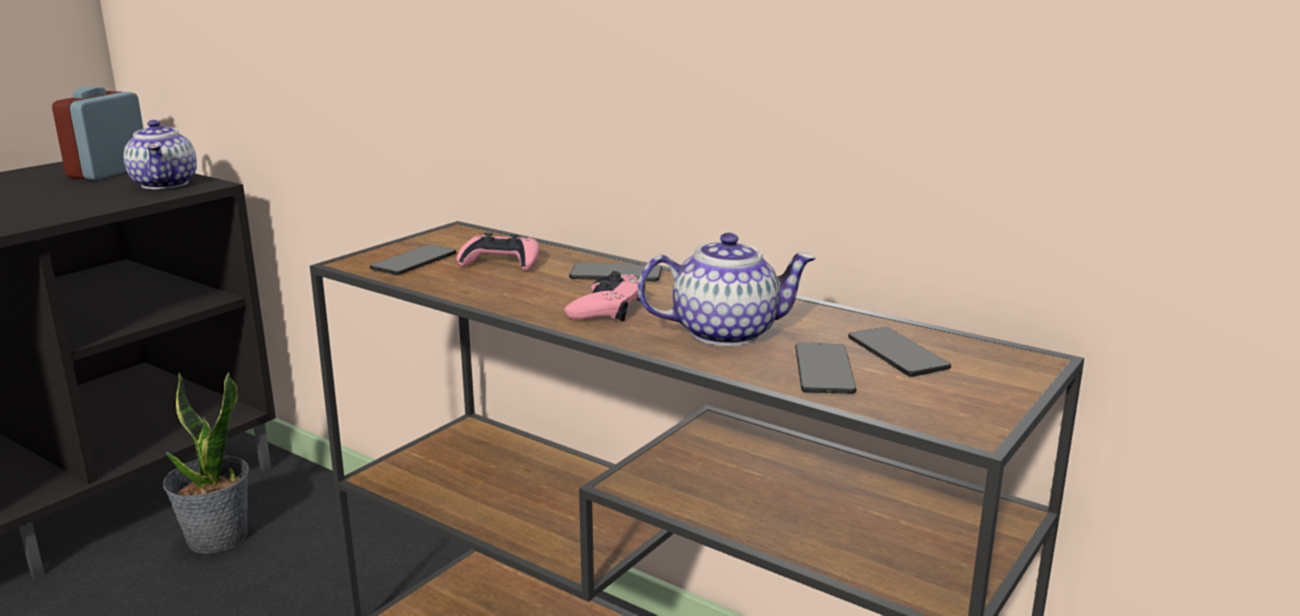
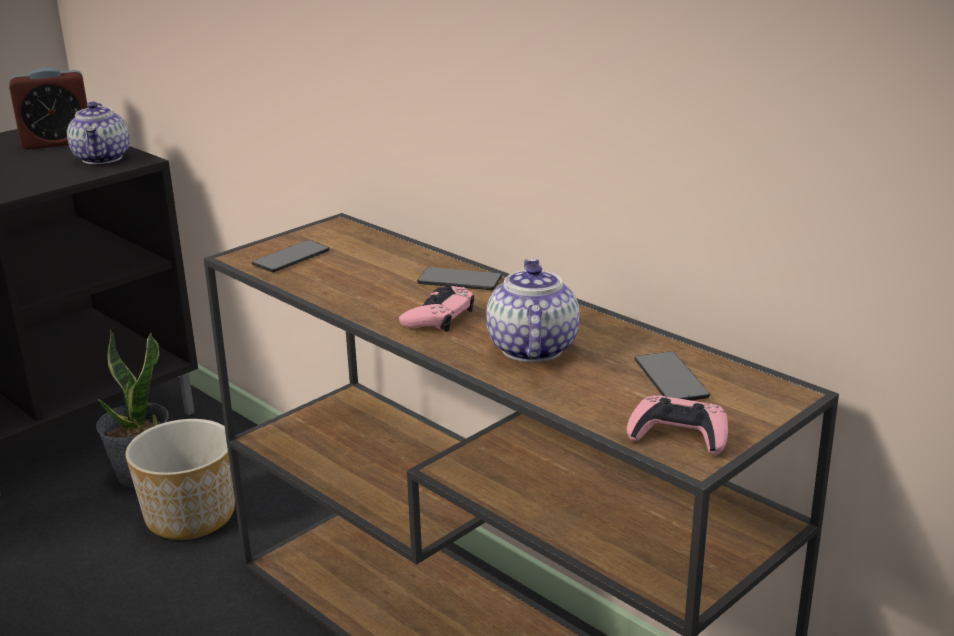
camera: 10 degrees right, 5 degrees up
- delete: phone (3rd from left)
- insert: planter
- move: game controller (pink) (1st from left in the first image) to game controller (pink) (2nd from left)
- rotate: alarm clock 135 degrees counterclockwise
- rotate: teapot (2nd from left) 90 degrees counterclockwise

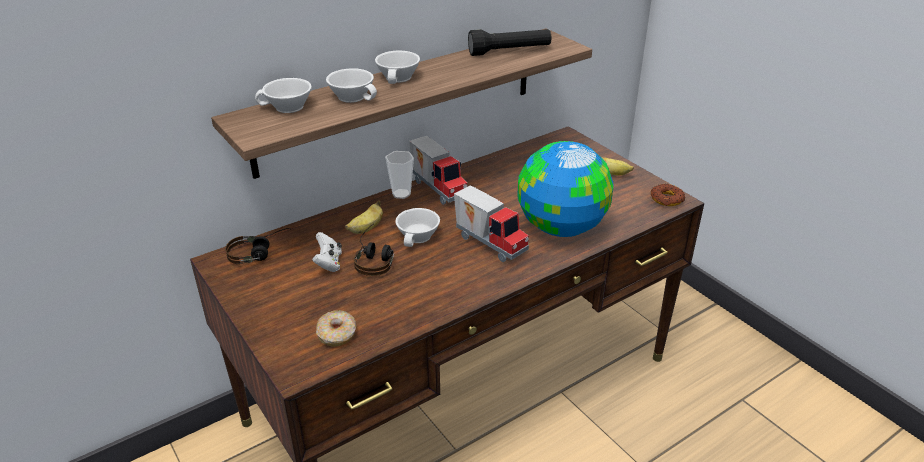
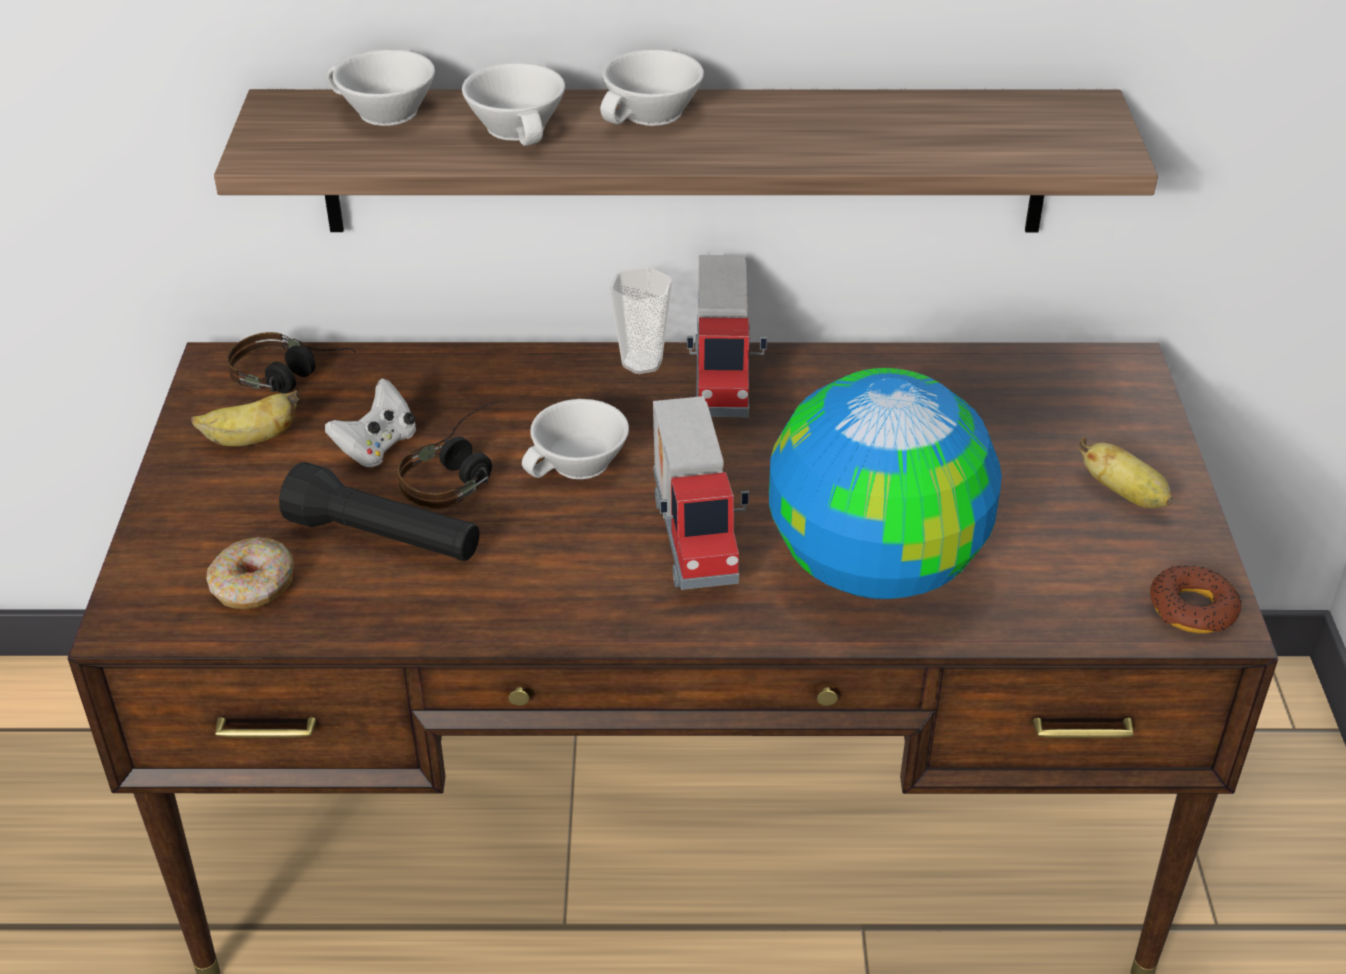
camera: 35 degrees right, 5 degrees up
- move: banana (1st from left)
- move: flashlight (black)

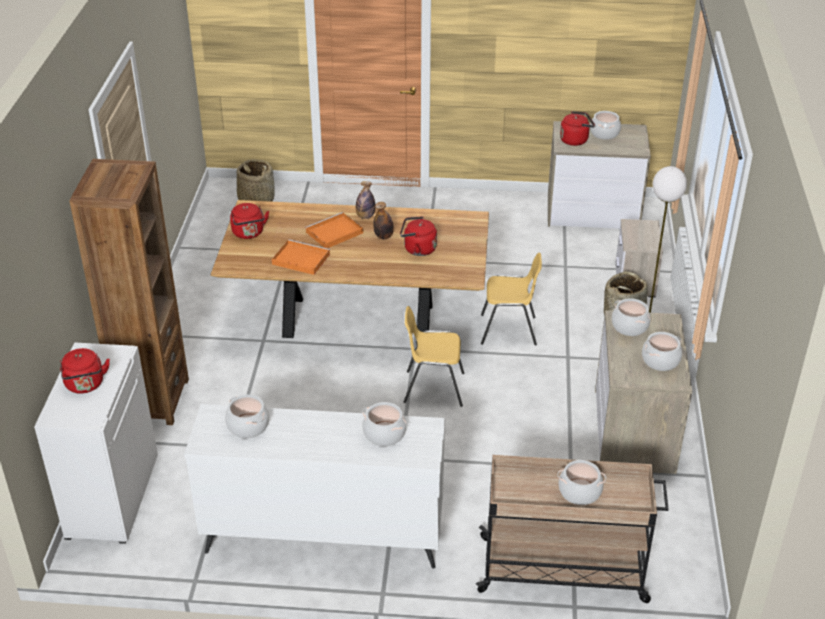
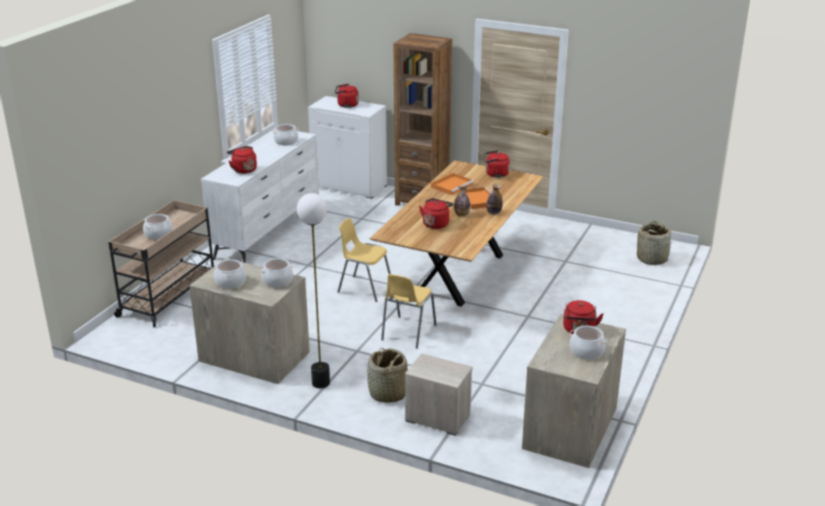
camera: 110 degrees right, 10 degrees down
- replace: cooking pot (2nd from left) to kettle (red) (1st from left)
- rotate: chair (yellow) (1st from left) 90 degrees counterclockwise

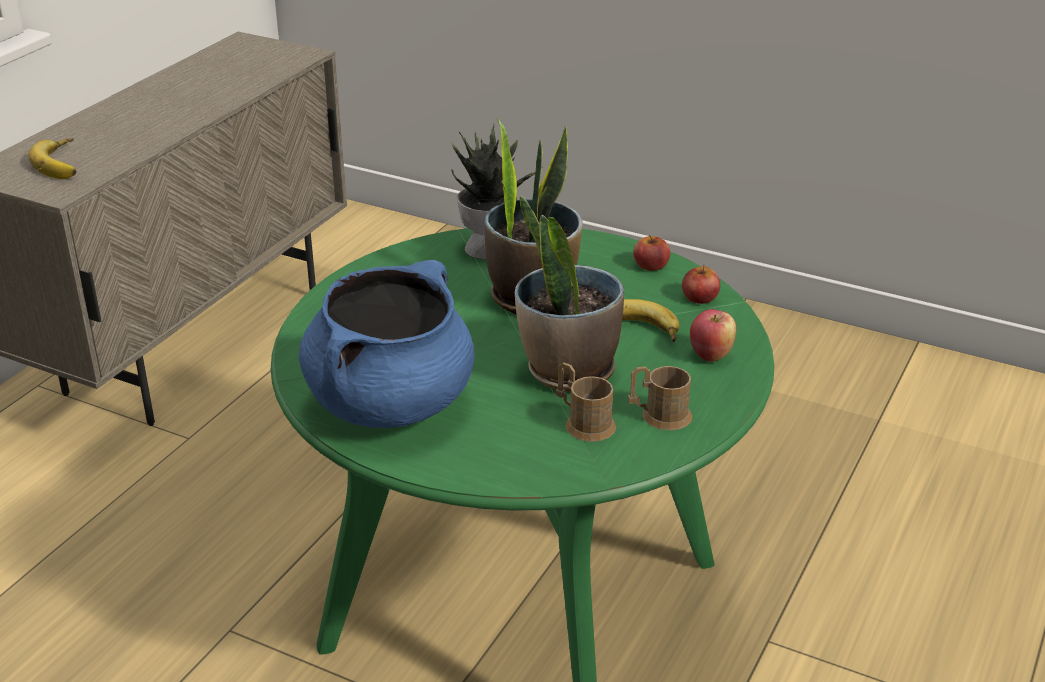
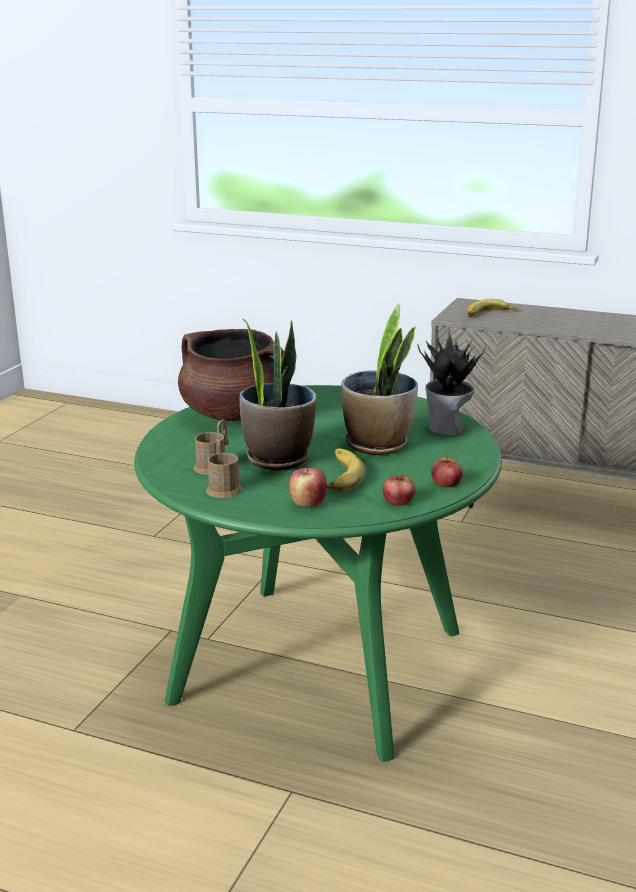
camera: 85 degrees right, 10 degrees down
- recolor: cooking pot (blue) to cooking pot (brown)

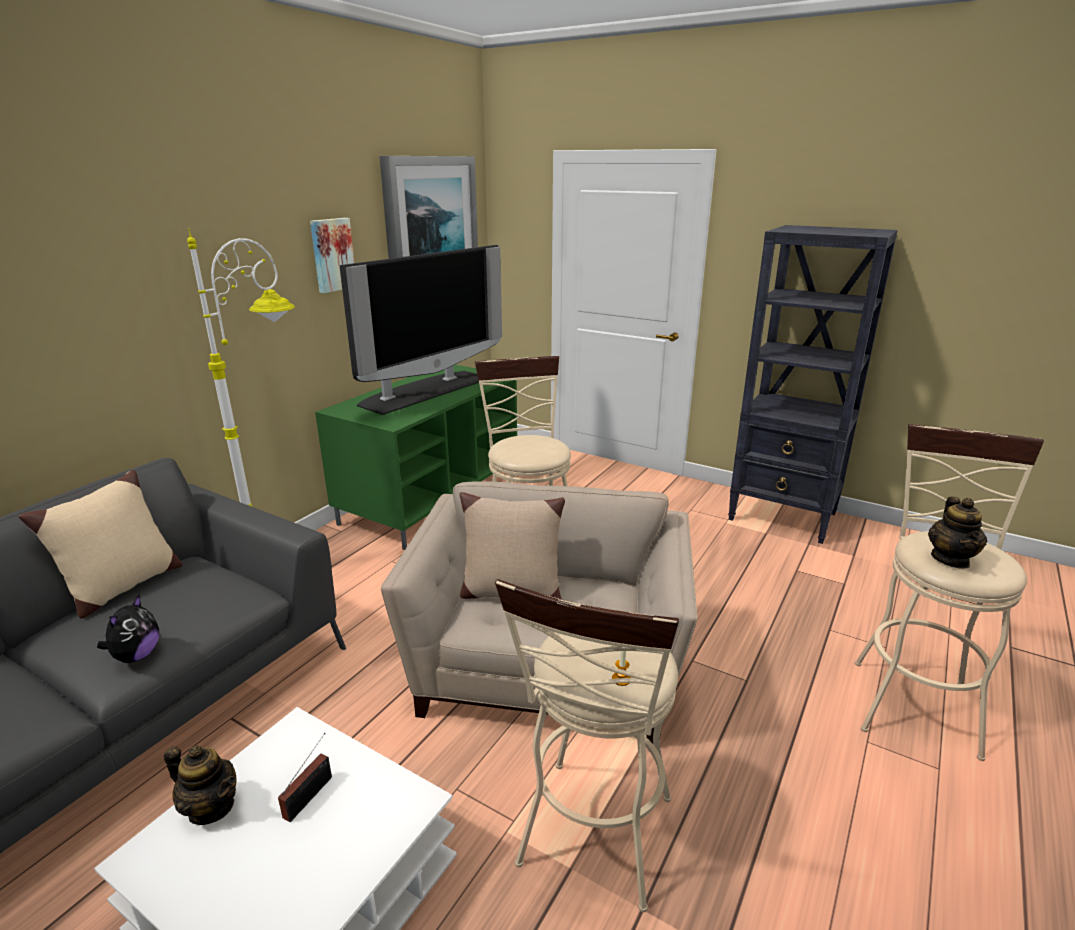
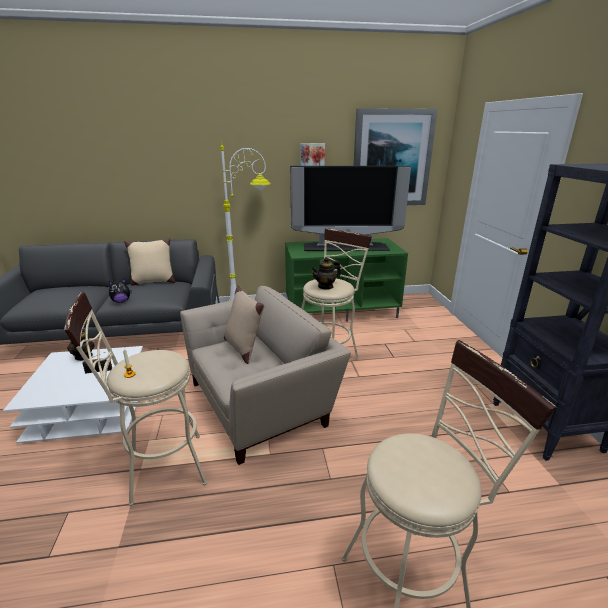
camera: 50 degrees right, 0 degrees up
- move: teapot (2nd from left)

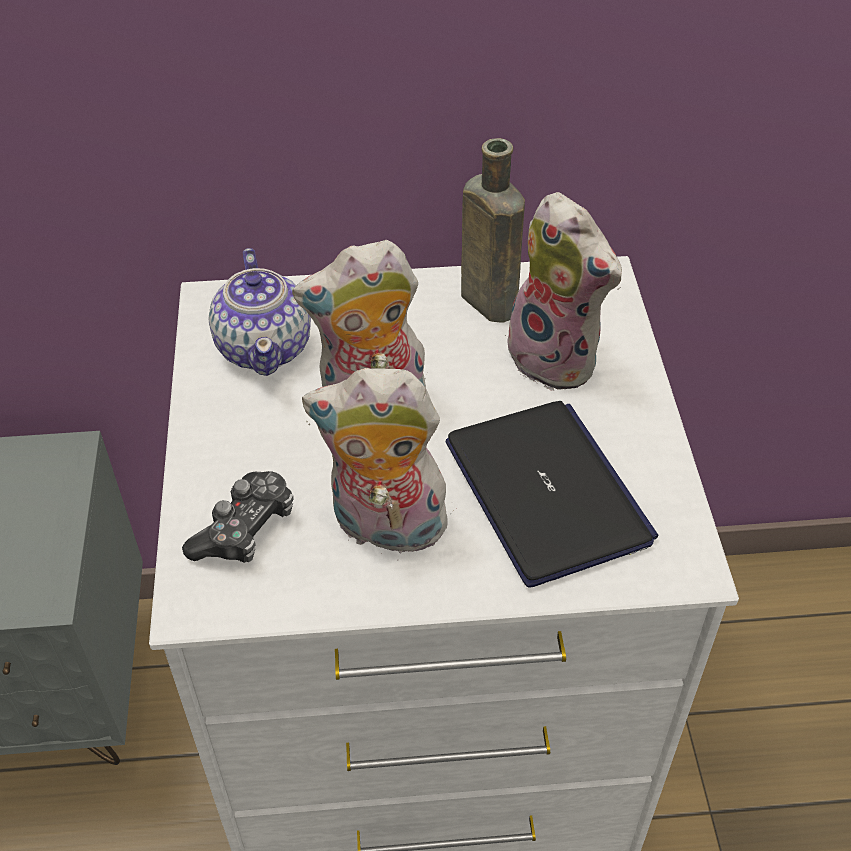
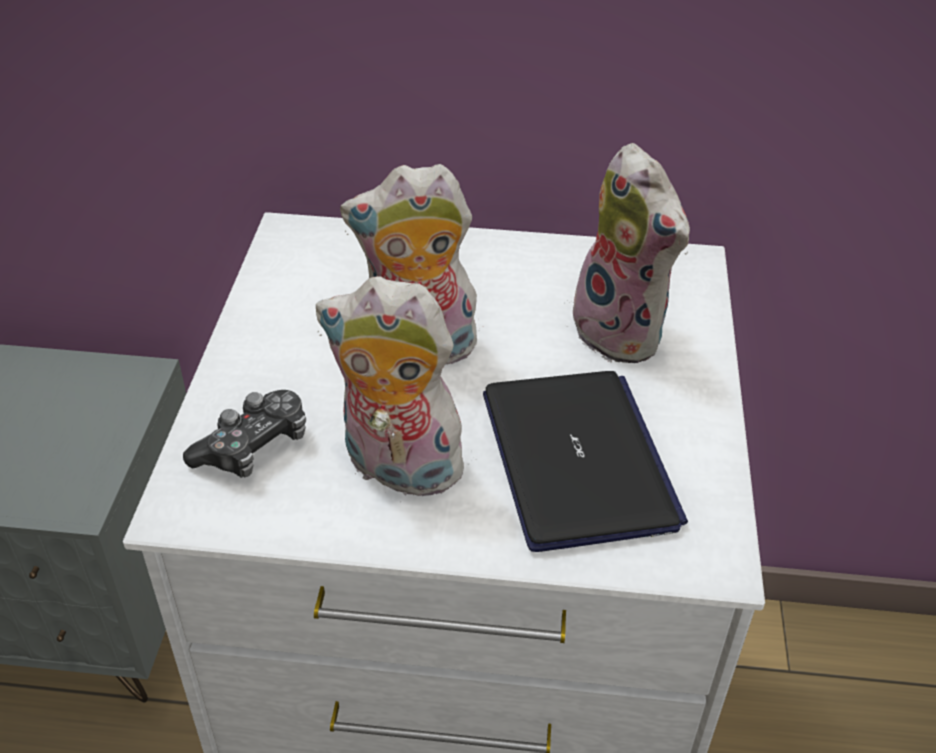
camera: 10 degrees right, 5 degrees down
- delete: teapot
- delete: bottle (brown)

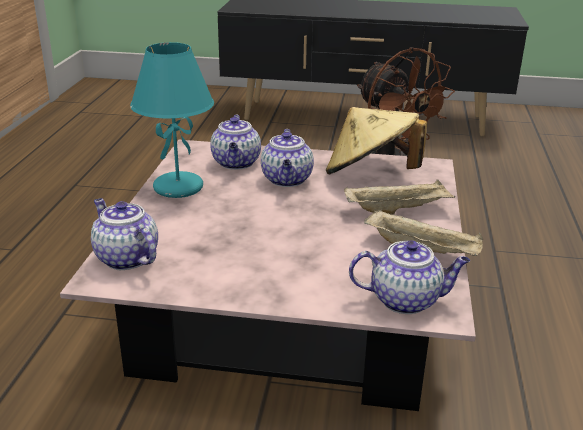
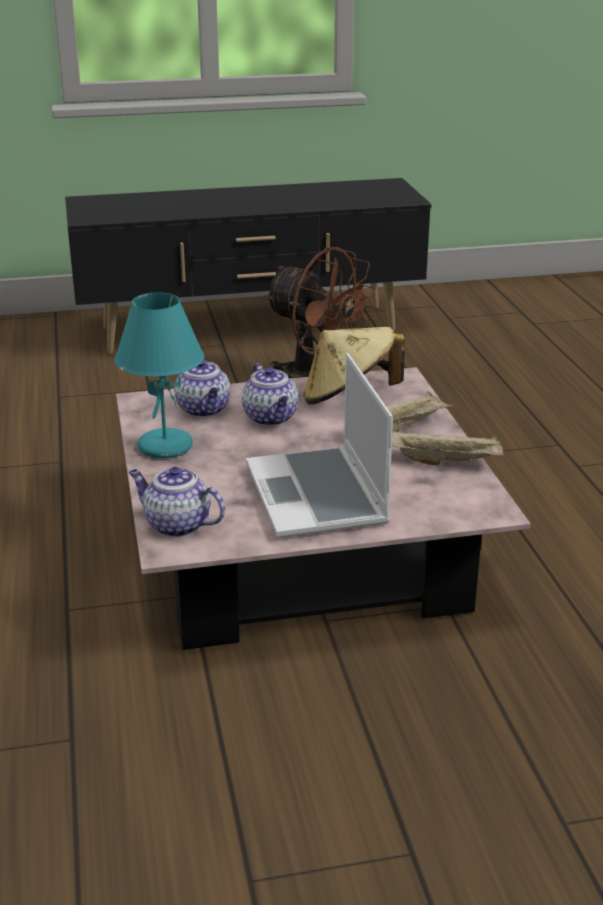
camera: 20 degrees left, 0 degrees up
- delete: teapot (4th from left)
- insert: laptop

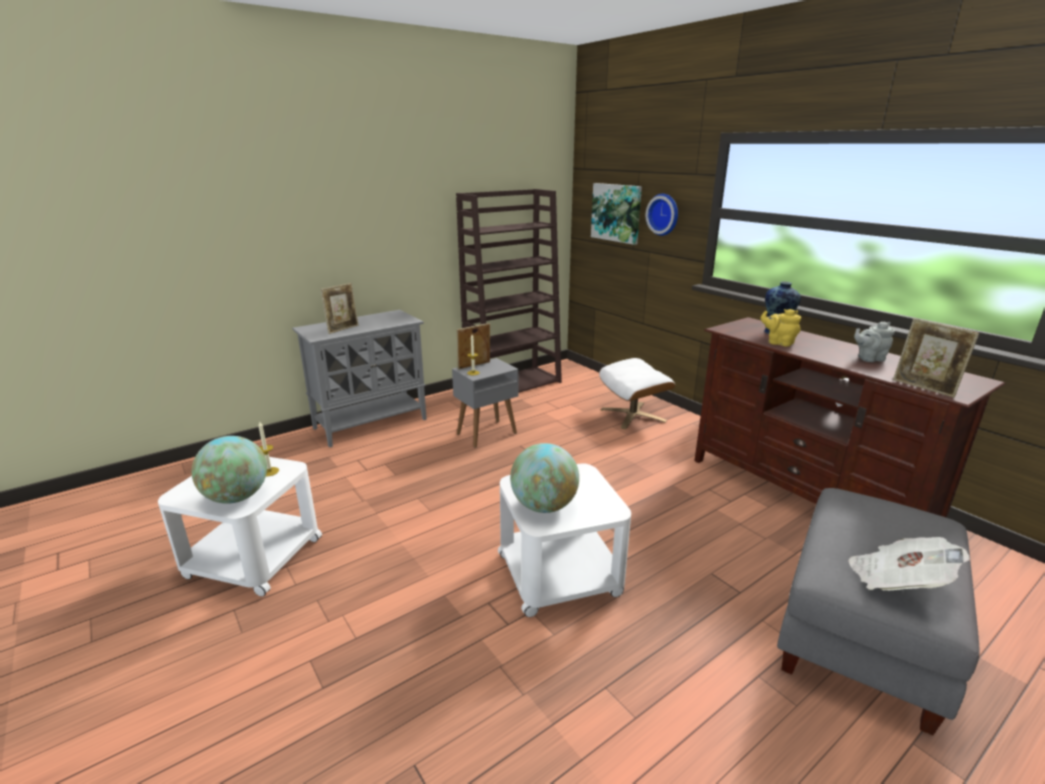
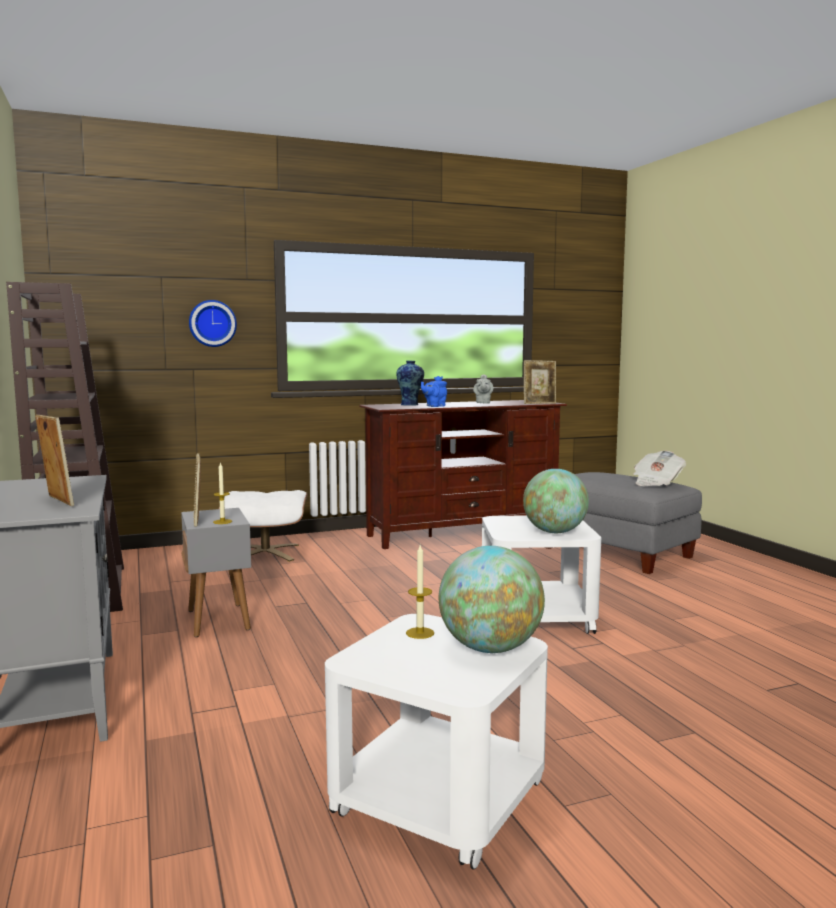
camera: 75 degrees left, 15 degrees down
- delete: picture
- recolor: teapot (yellow) to teapot (blue)

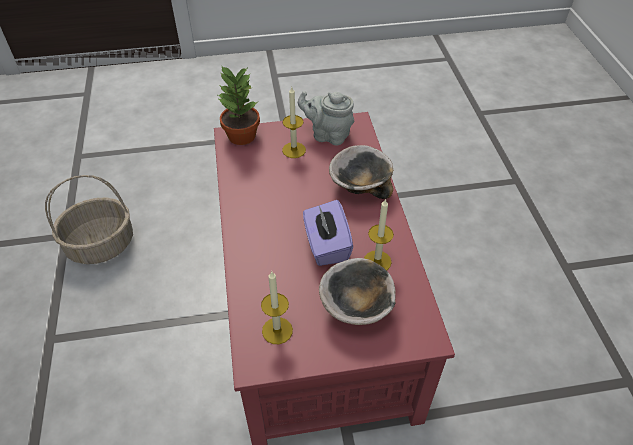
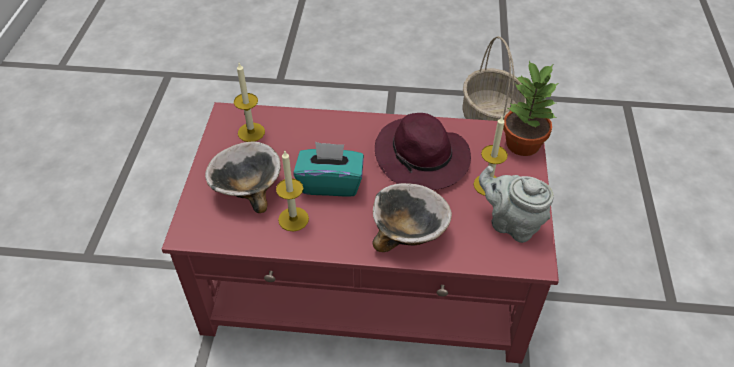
camera: 105 degrees right, 0 degrees up
- insert: hat (purple)
- recolor: tissue box (purple) to tissue box (turquoise)
- rotate: teapot (grey) 90 degrees counterclockwise

